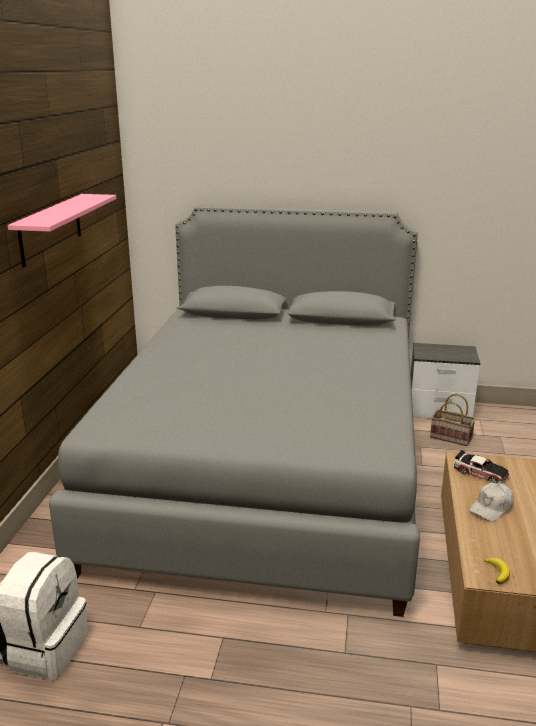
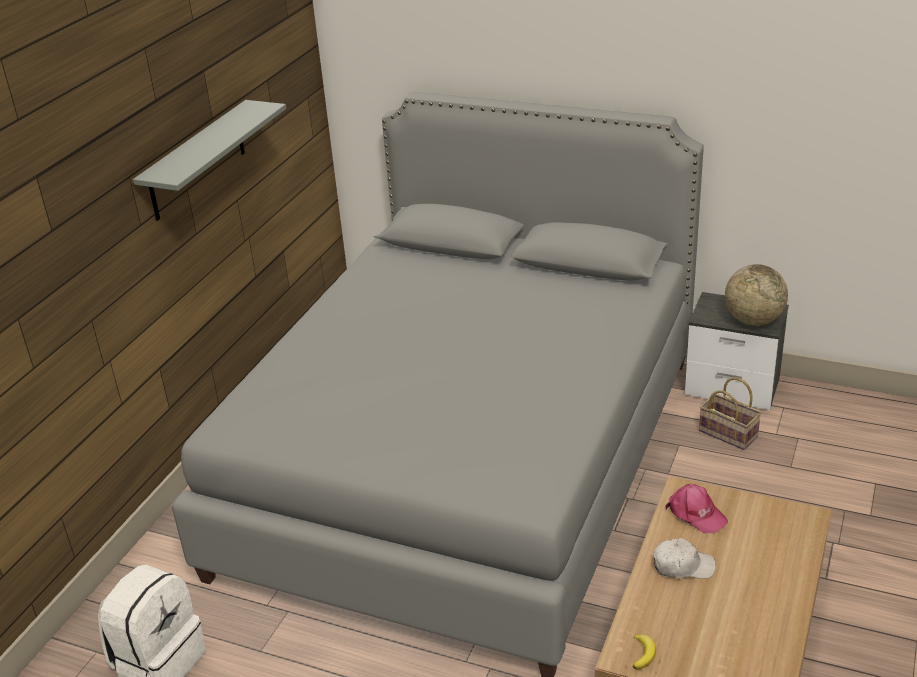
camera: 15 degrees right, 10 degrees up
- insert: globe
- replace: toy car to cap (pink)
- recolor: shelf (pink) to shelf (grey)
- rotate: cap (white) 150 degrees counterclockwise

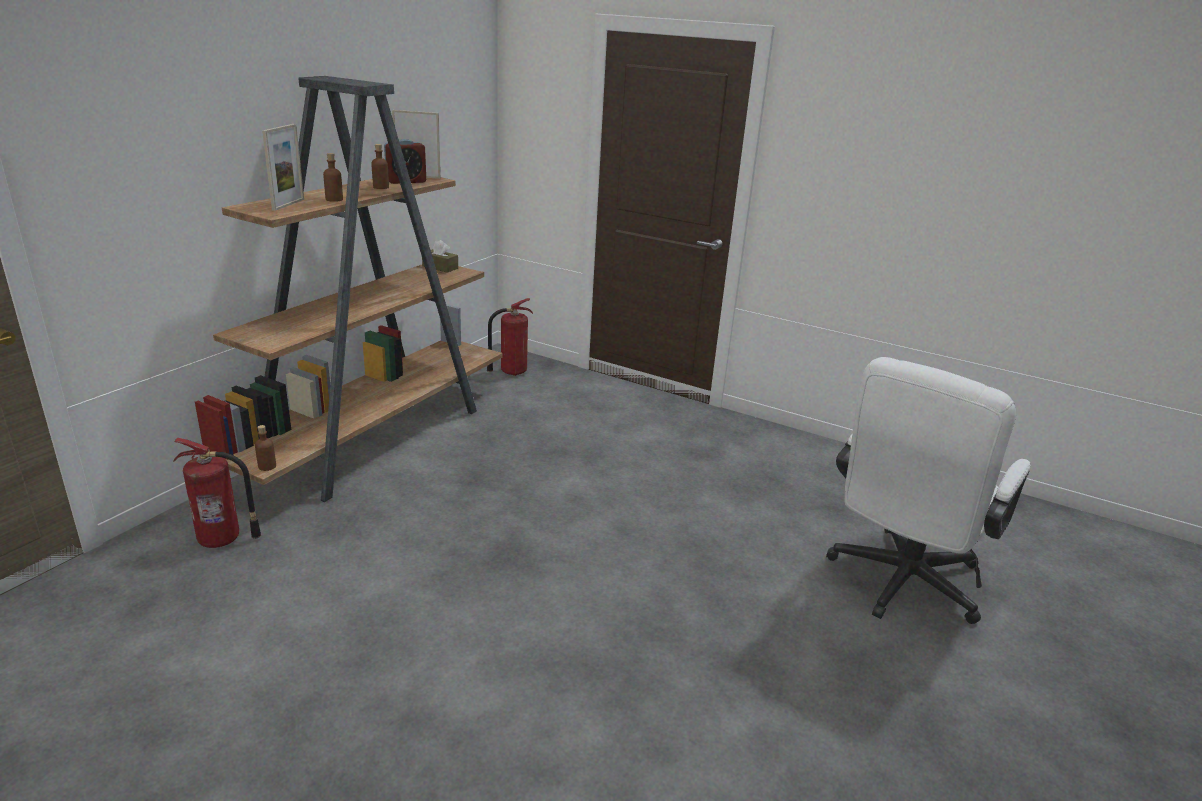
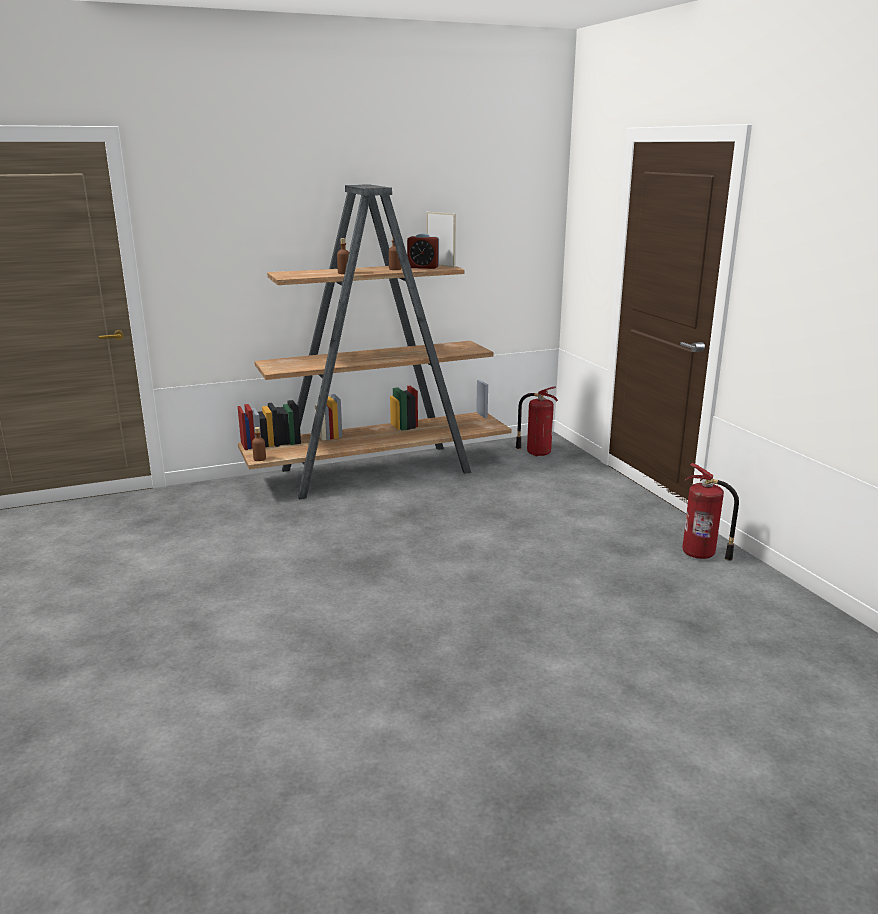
camera: 40 degrees right, 5 degrees down
- delete: picture frame (1st from left)
- delete: tissue box (brown)
- delete: office chair (white)
- move: fire extinguisher (1st from left in the first image) to fire extinguisher (2nd from left)

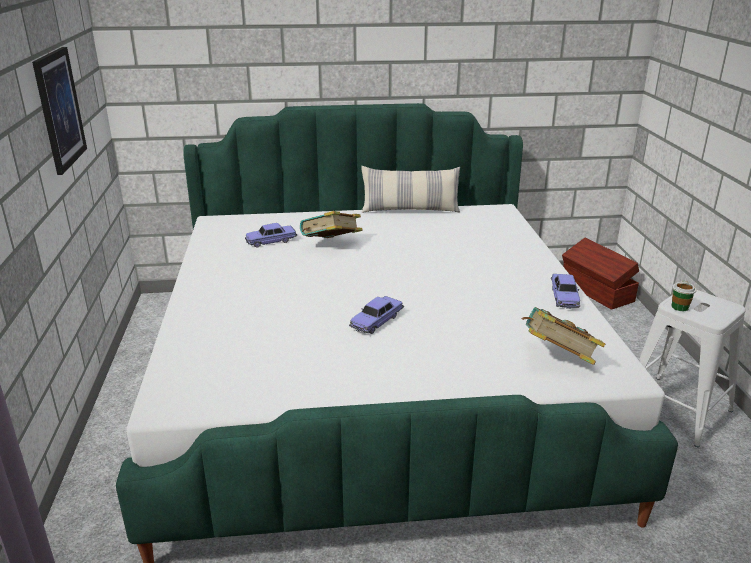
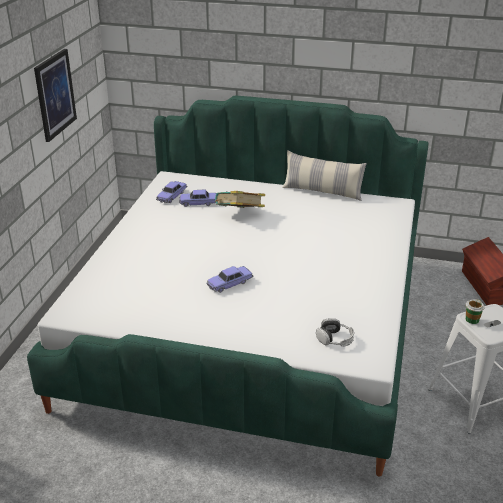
camera: 20 degrees right, 5 degrees up
- move: toy car (3rd from left in the first image) to toy car (1st from left)
- replace: book (2nd from left) to headphones

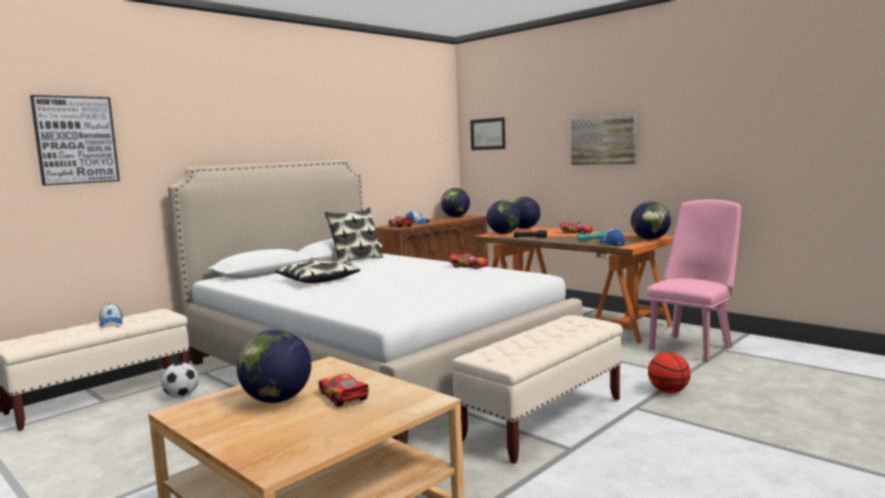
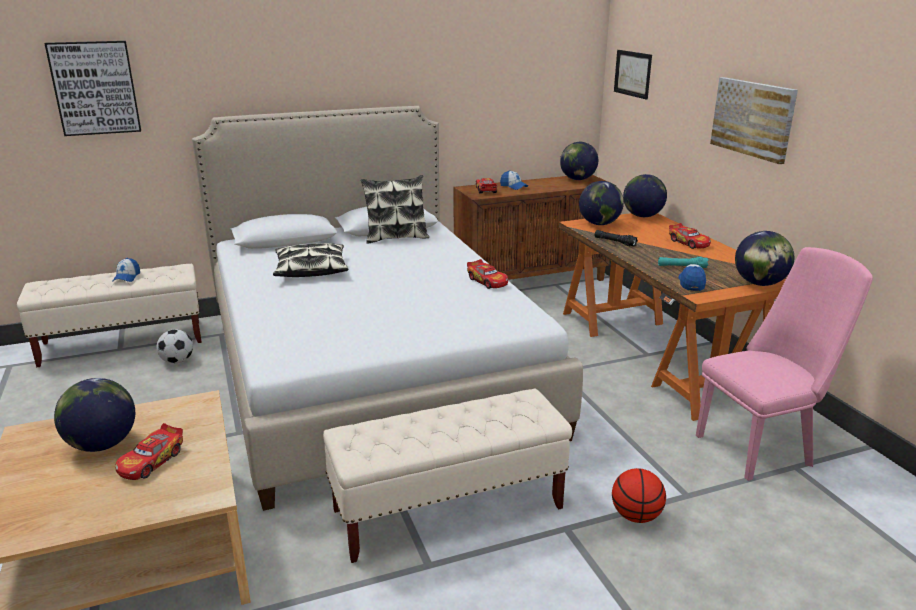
camera: 25 degrees right, 15 degrees up
- rotate: toy car (1st from left) 150 degrees counterclockwise

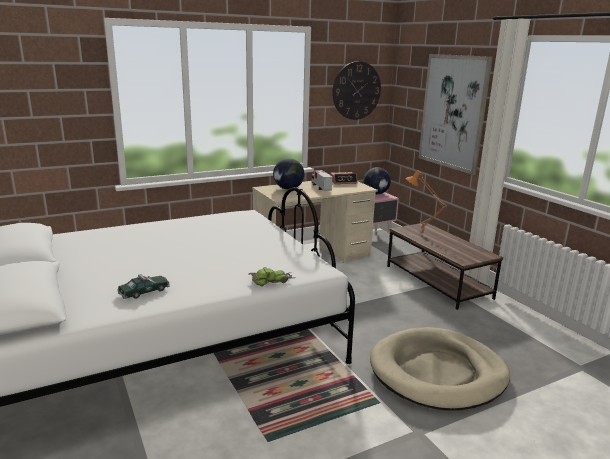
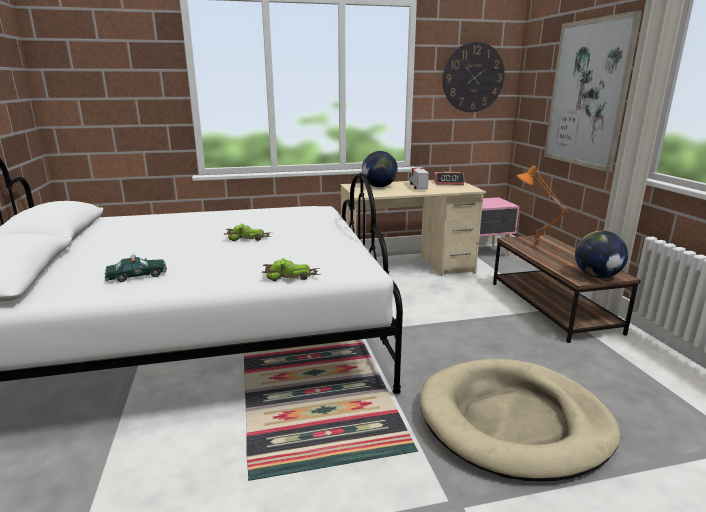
camera: 15 degrees right, 0 degrees up
- insert: toy car (2nd from left)
- move: globe (2nd from left)

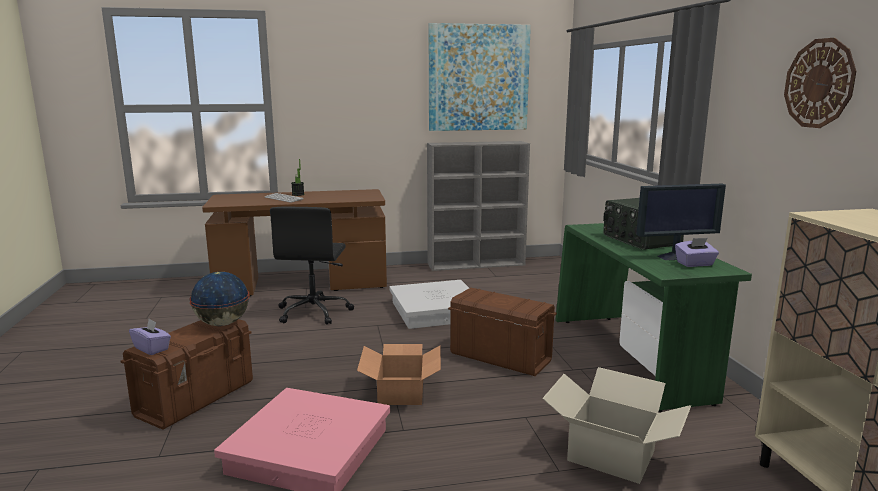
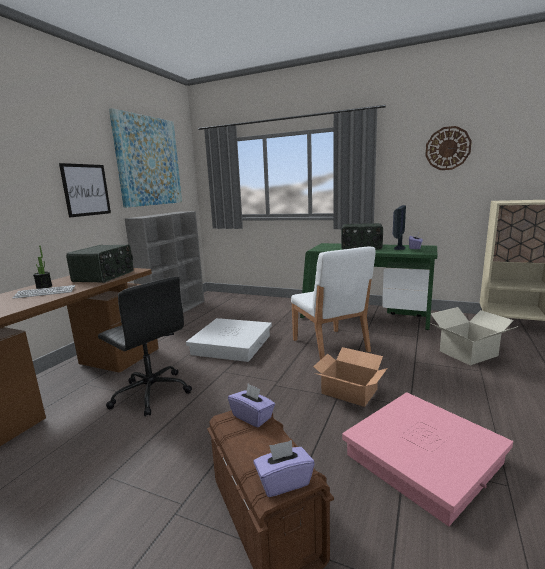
camera: 55 degrees left, 0 degrees up
- insert: picture (1st from left)
- insert: radio (1st from left)
- replace: globe to tissue box (purple) (1st from left)
- replace: storage box (brown) (2nd from left) to chair (white)

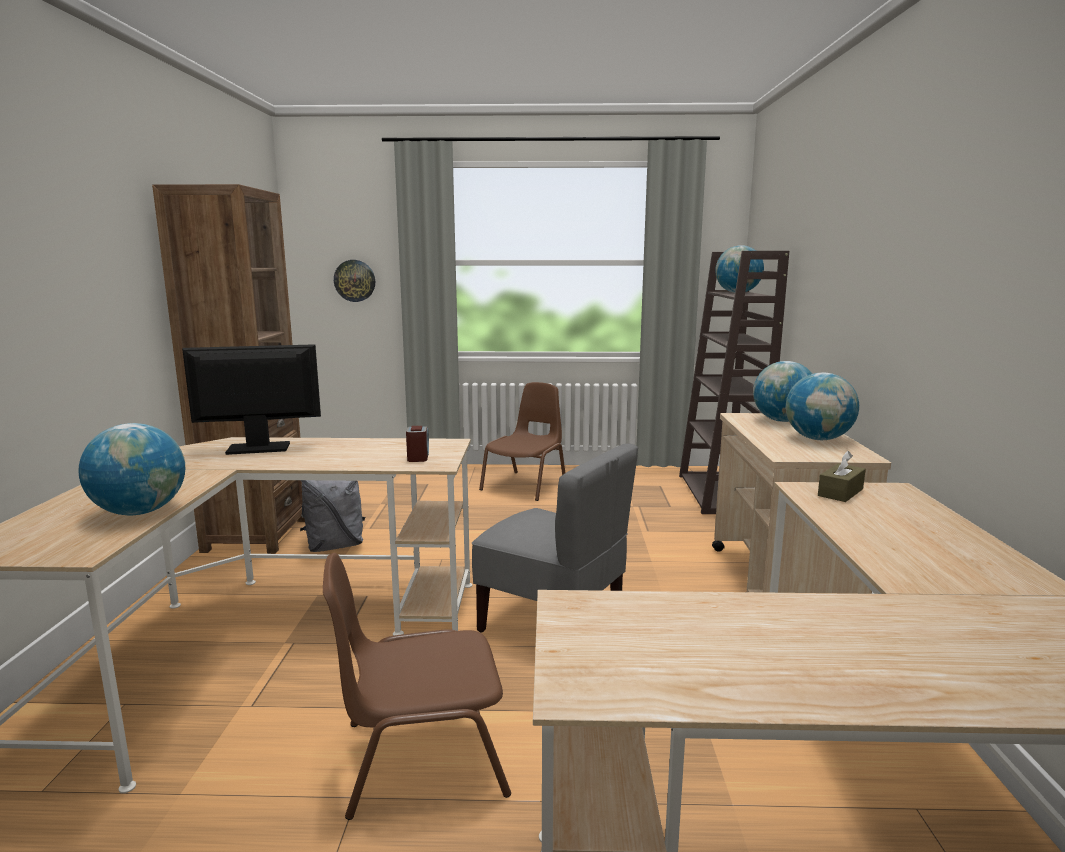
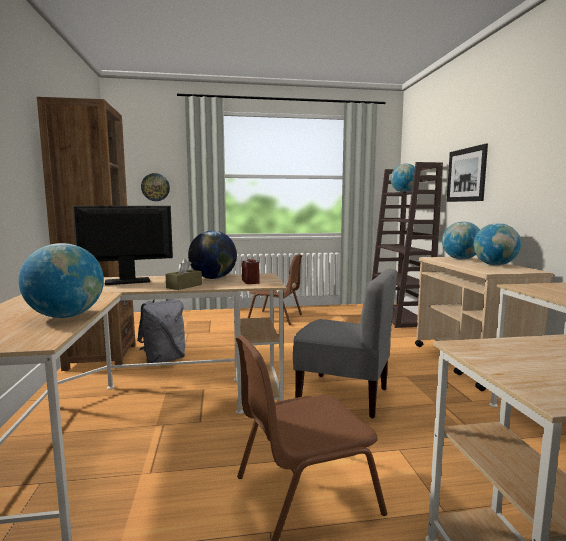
camera: 10 degrees left, 5 degrees down
- insert: globe (2nd from left)
- insert: picture
- move: tissue box (brown)
- rotate: chair (brown) (2nd from left in the first image) 90 degrees clockwise

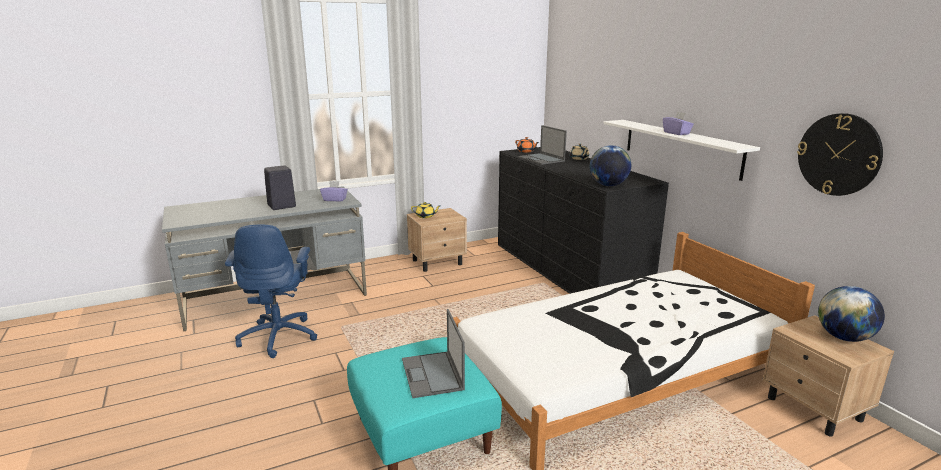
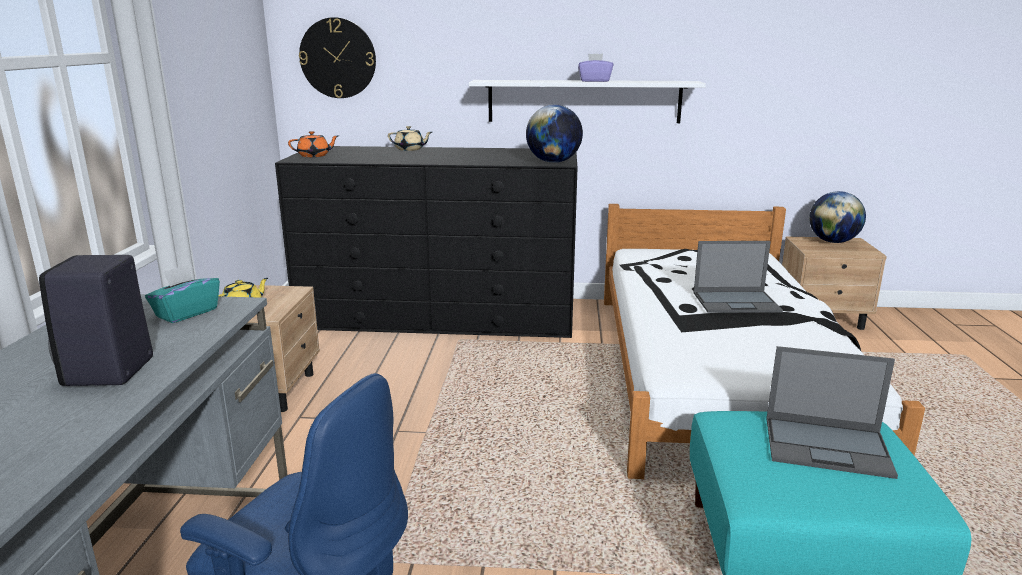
camera: 60 degrees left, 0 degrees up
- move: laptop (2nd from left in the first image) to laptop (1st from left)
- move: wall clock
- recolor: tissue box (purple) (1st from left) to tissue box (turquoise)

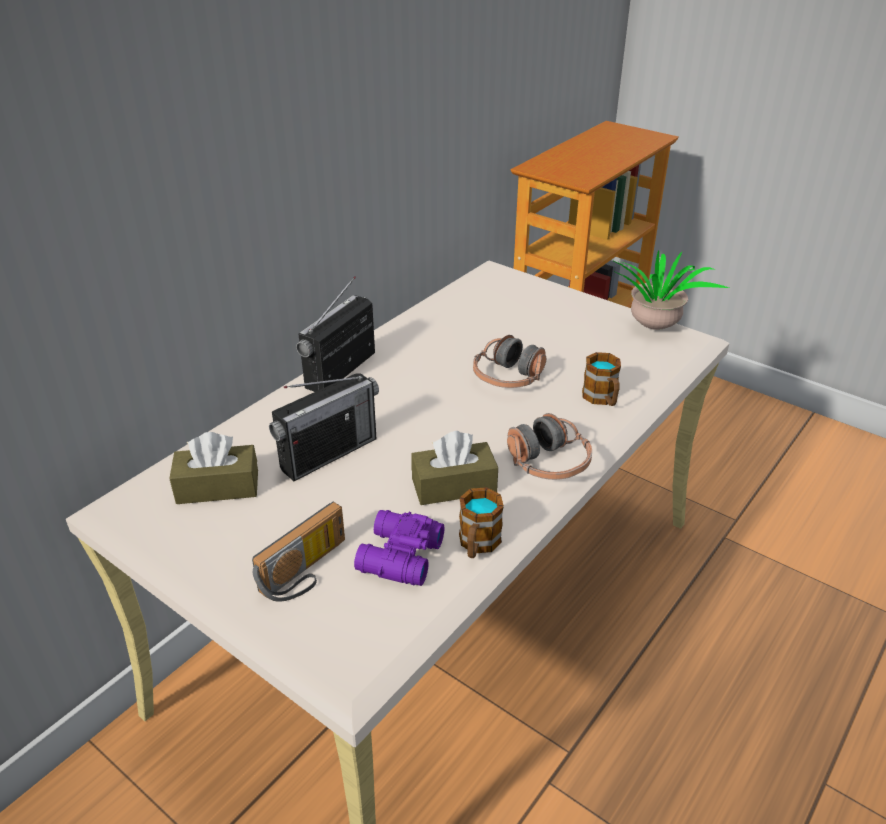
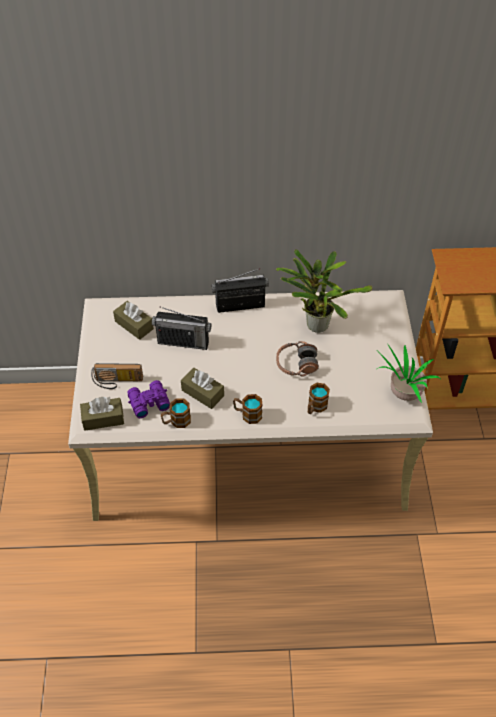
camera: 50 degrees right, 15 degrees up
- insert: tissue box (brown) (1st from left)
- insert: potted plant (1st from left)
- replace: headphones (2nd from left) to mug (2nd from left)

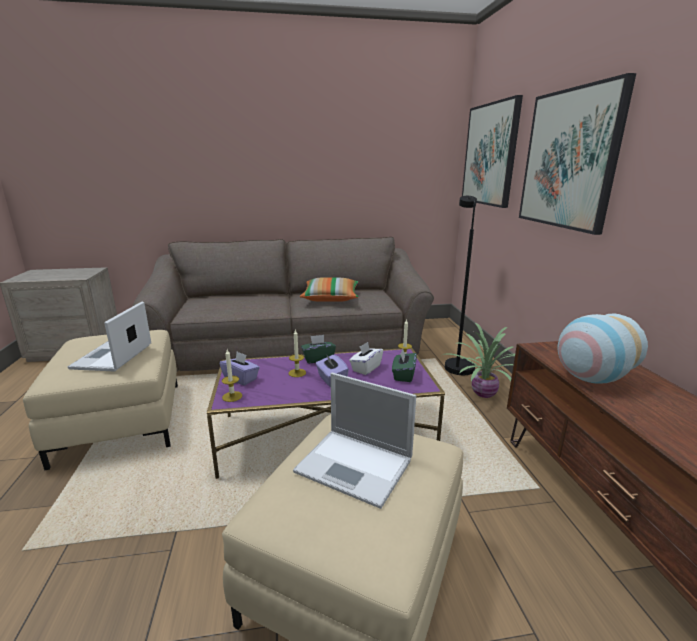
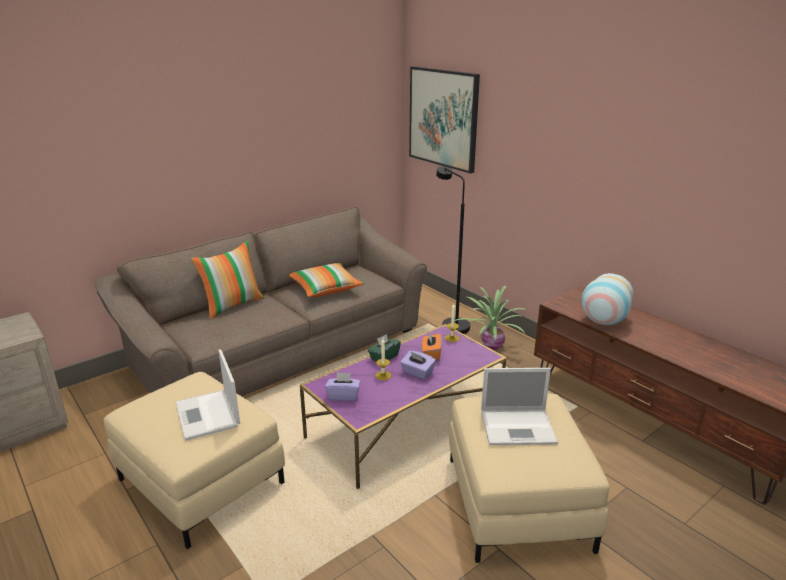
camera: 30 degrees left, 5 degrees up
- delete: candle (1st from left)
- delete: tissue box (green) (2nd from left)
- delete: picture (2nd from left)
- insert: pillow (1st from left)
- recolor: tissue box (white) to tissue box (orange)

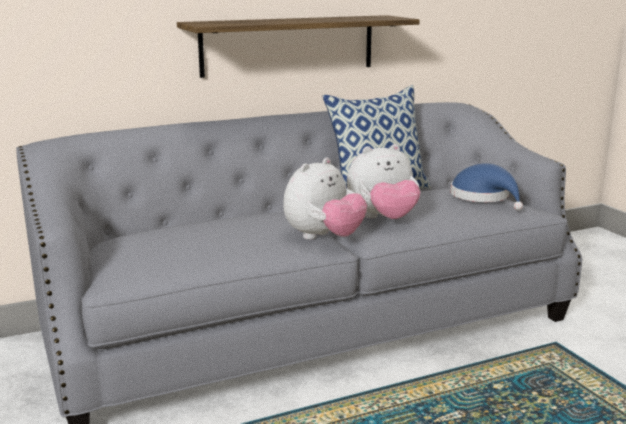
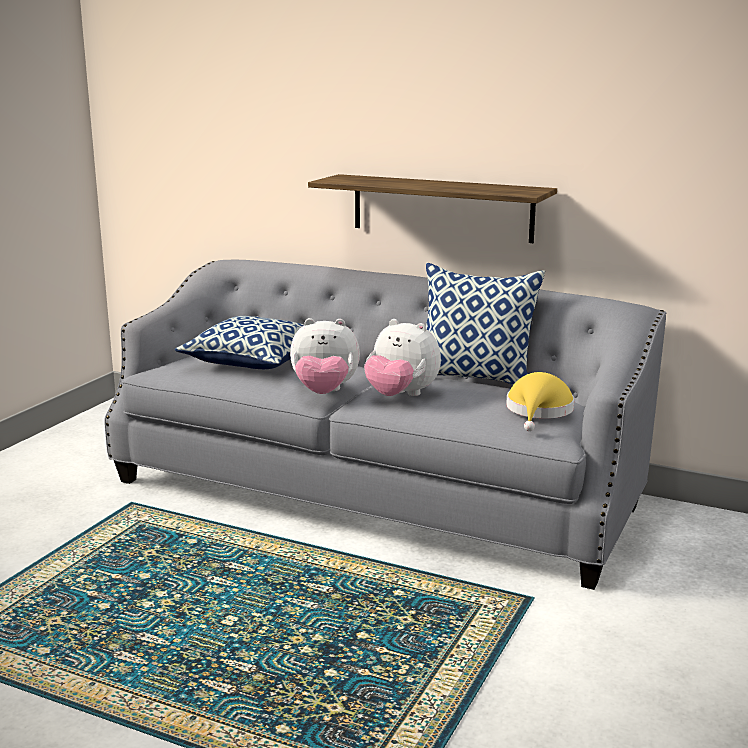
camera: 50 degrees right, 0 degrees up
- insert: pillow (1st from left)
- recolor: hat (blue) to hat (yellow)

